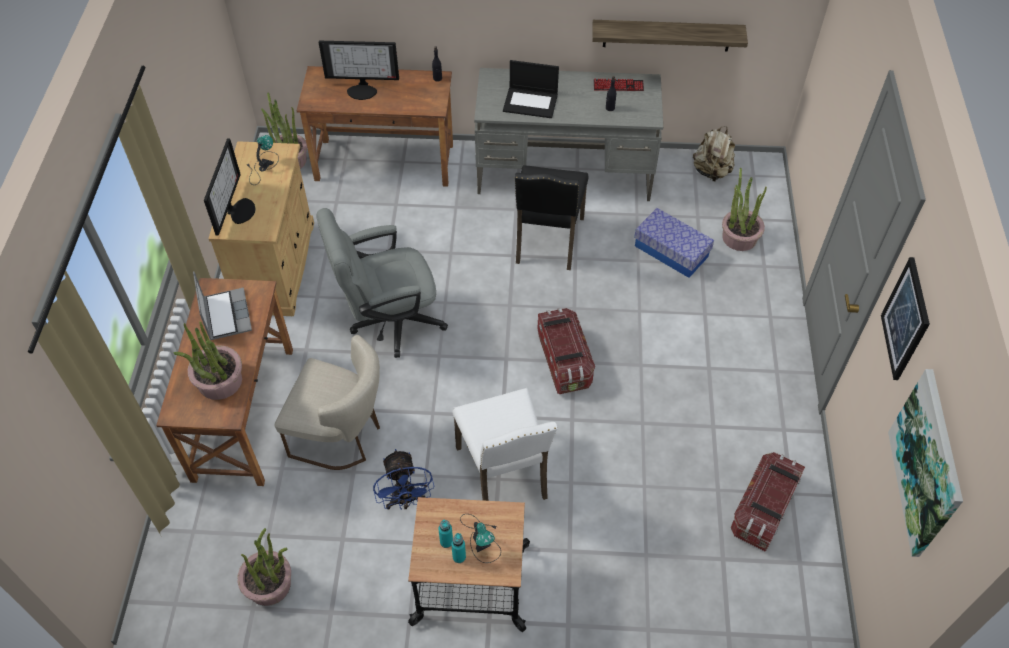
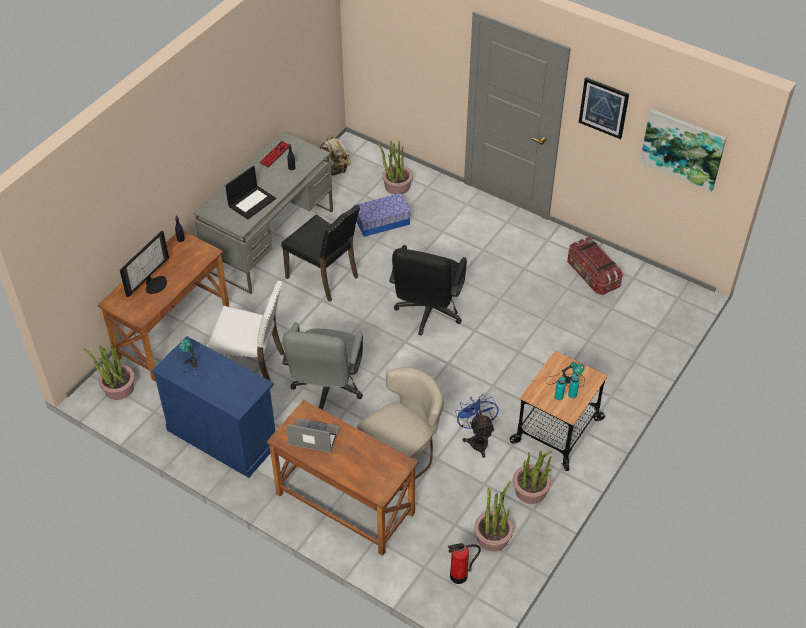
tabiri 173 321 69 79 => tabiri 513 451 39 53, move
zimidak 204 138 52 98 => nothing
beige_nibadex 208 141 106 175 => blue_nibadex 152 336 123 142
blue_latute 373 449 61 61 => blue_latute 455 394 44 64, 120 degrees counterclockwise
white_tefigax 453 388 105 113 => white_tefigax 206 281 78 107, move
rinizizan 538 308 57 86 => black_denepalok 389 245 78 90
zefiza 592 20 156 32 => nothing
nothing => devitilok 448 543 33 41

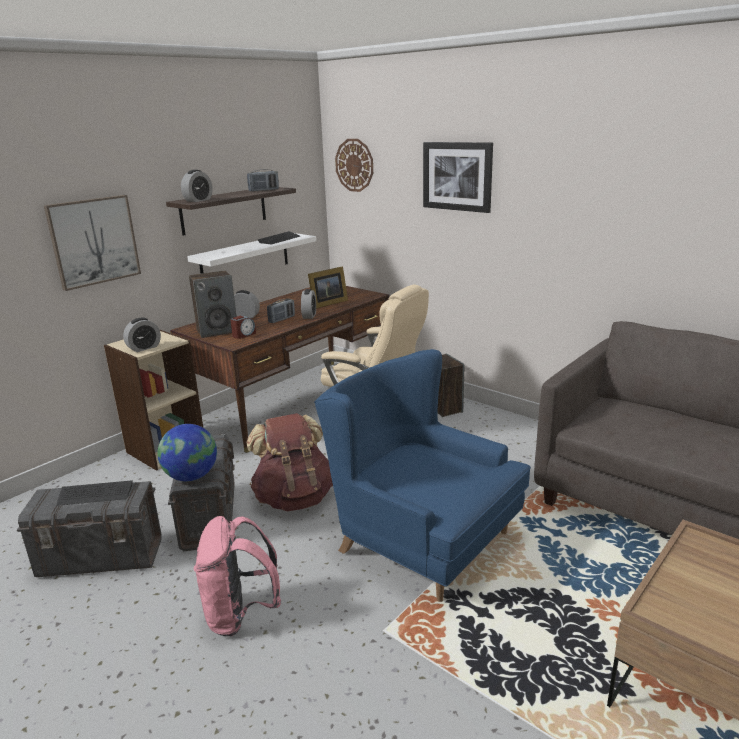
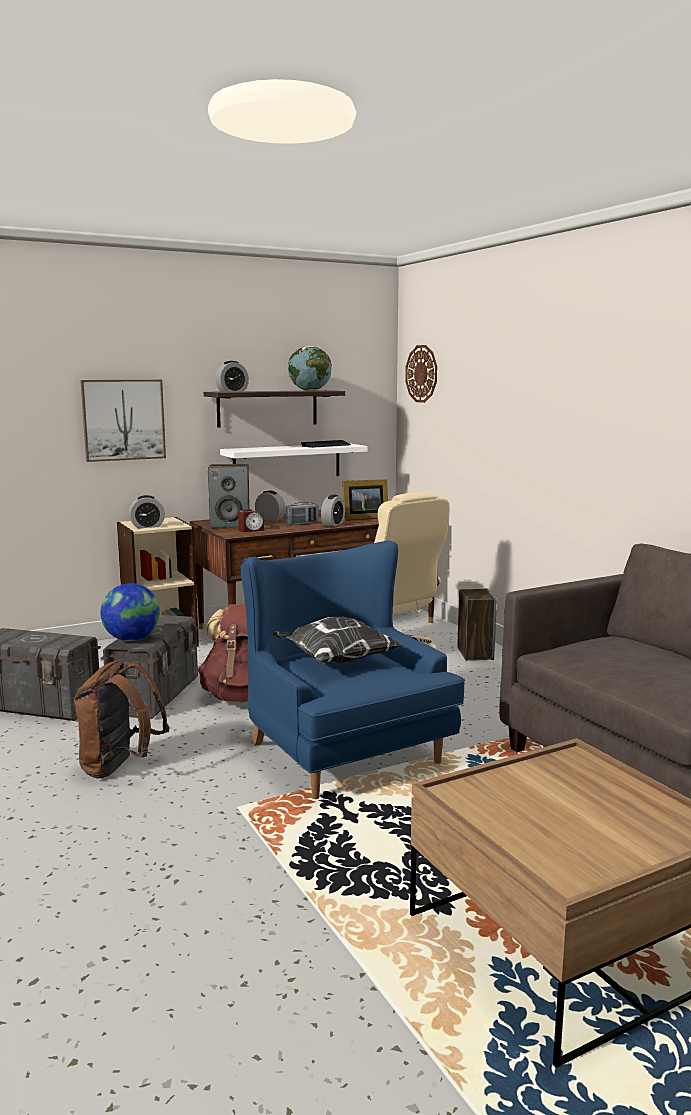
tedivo 57 480 76 25 => nothing
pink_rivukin 193 516 88 120 => brown_rivukin 74 660 96 118
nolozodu 247 169 32 23 => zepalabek 288 346 44 45
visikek 423 142 70 71 => nothing
nothing => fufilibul 272 617 130 47

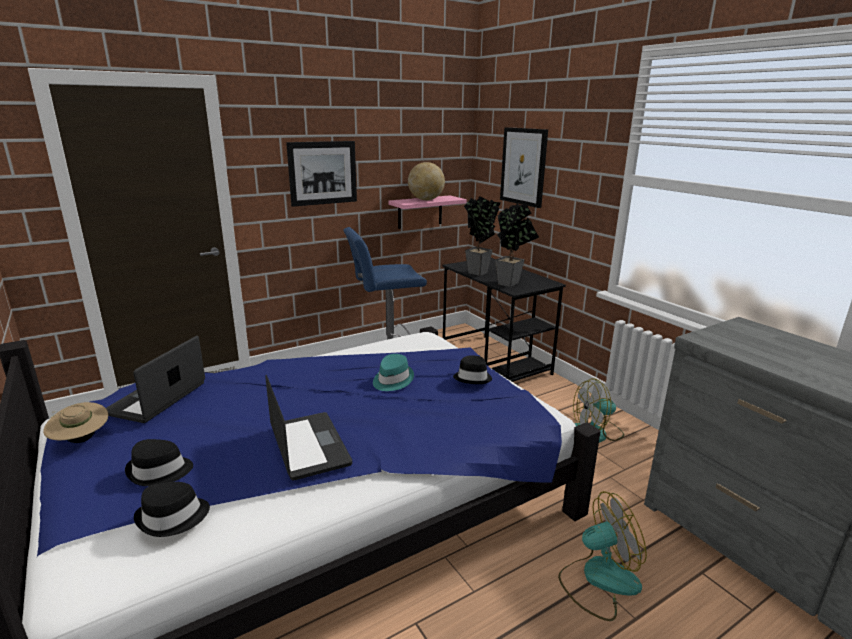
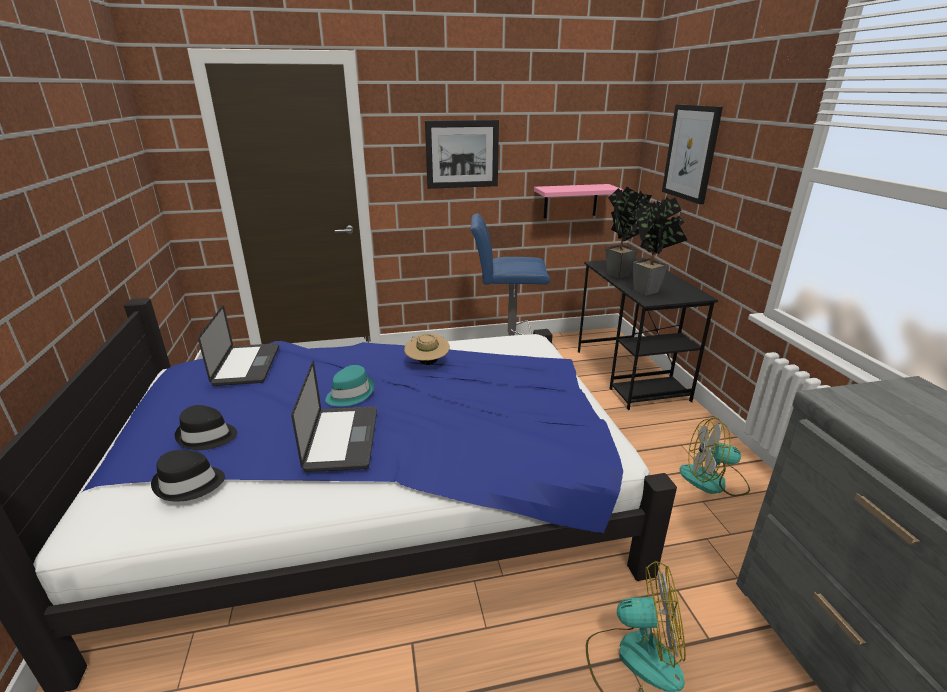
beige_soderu 43 402 65 41 => beige_soderu 404 334 46 31, move
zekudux 106 336 99 87 => zekudux 198 305 81 81, 135 degrees clockwise
turquoise_soderu 373 354 41 37 => turquoise_soderu 325 365 49 41, move
zepalabek 408 162 37 38 => nothing
black_soderu 453 355 39 29 => nothing

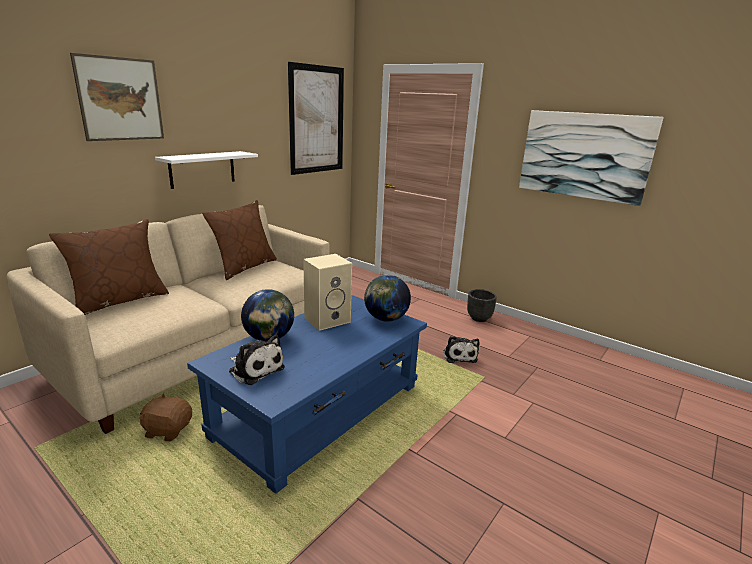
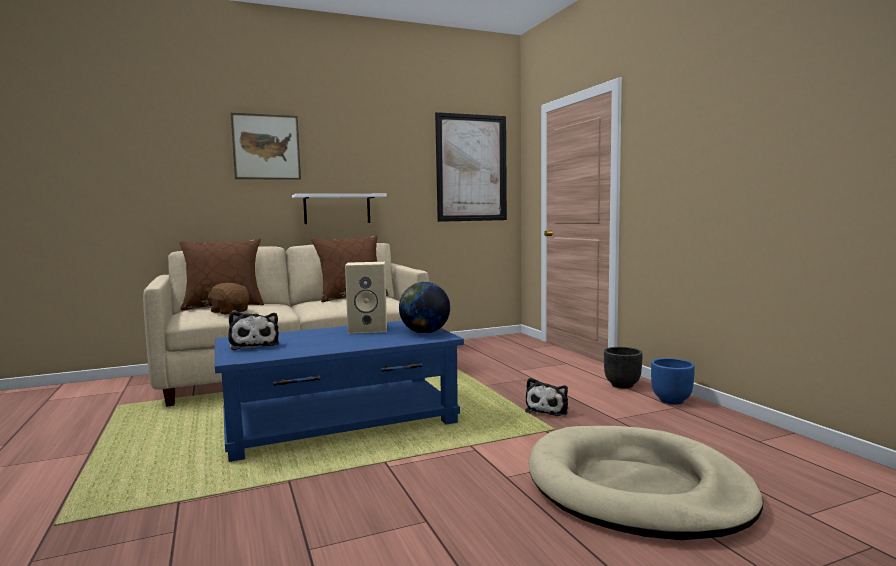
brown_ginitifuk 139 393 53 49 => brown_ginitifuk 206 283 43 31, move
zepalabek 241 289 53 53 => nothing
visikek 519 110 145 96 => nothing
nothing => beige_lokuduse 528 426 235 114
nothing => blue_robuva 651 358 44 46

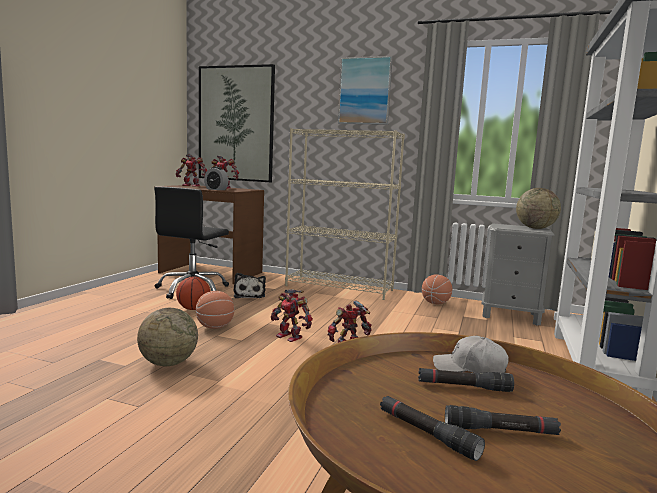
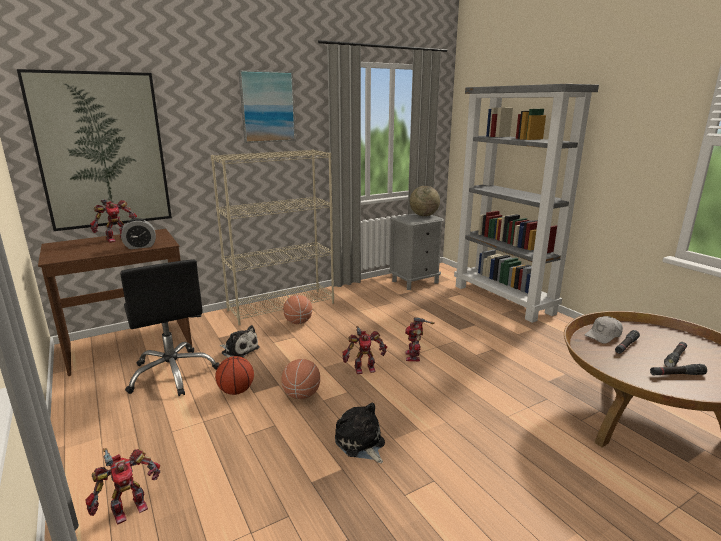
zepalabek 137 308 61 58 => ginitifuk 335 402 50 61
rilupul 176 154 32 32 => rilupul 85 448 75 77, move
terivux 422 274 30 30 => terivux 283 295 29 29, move

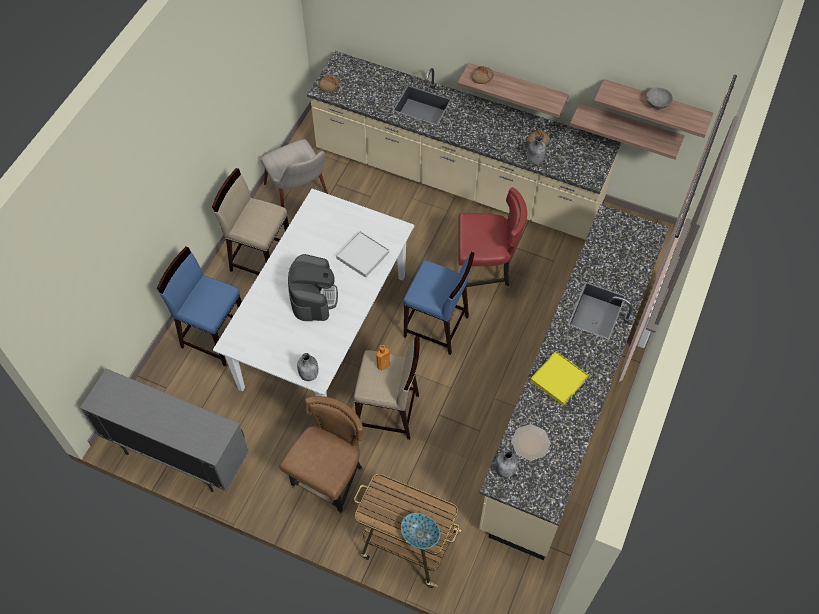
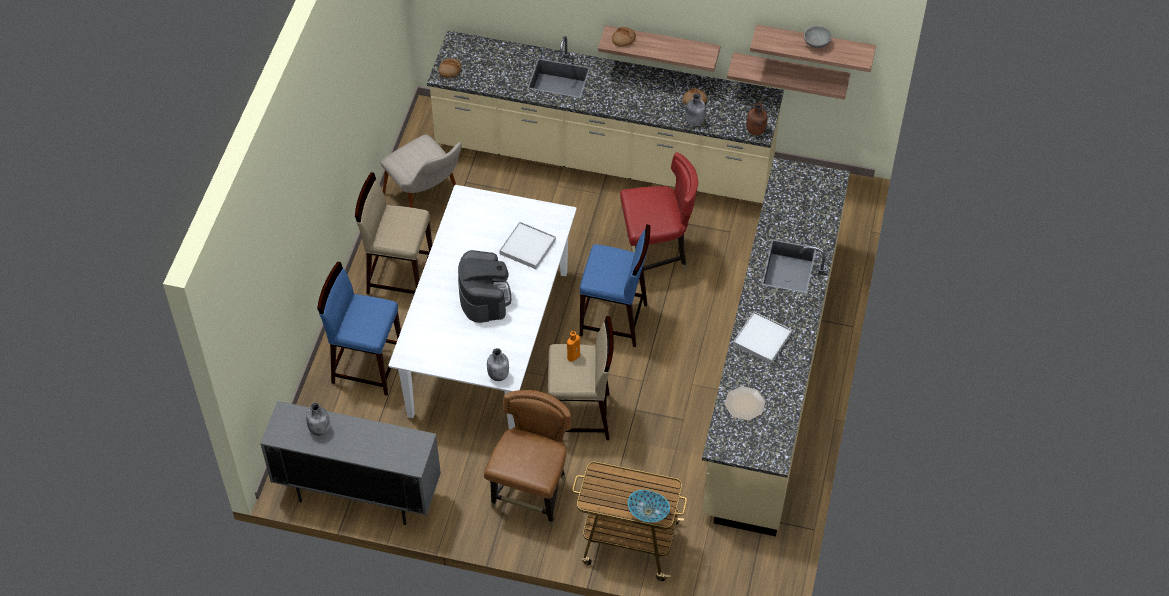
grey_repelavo 495 450 23 28 => grey_repelavo 306 403 24 33, move
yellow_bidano 530 351 59 55 => white_bidano 733 311 59 53
nothing => brown_repelavo 747 103 20 32

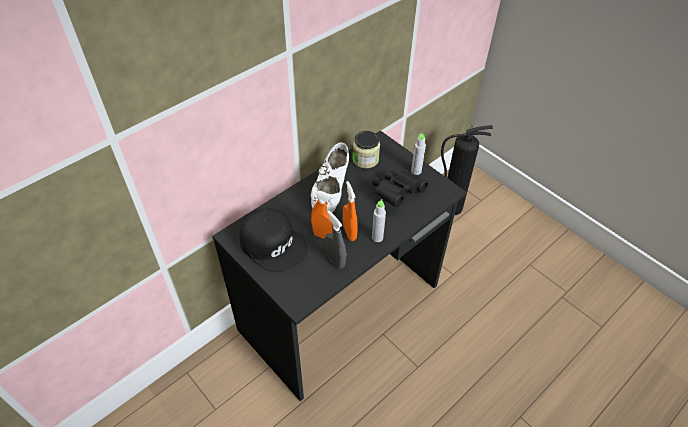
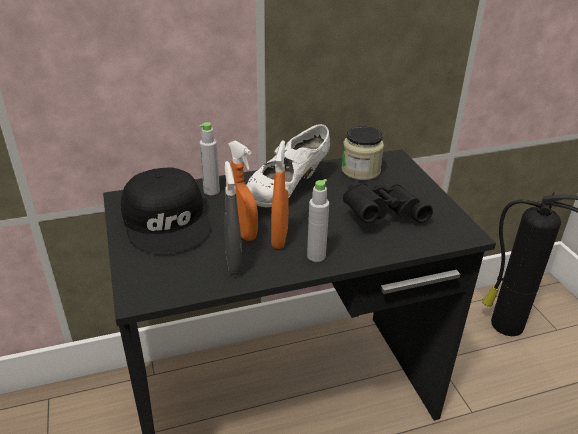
grey_repelavo 411 134 15 41 => grey_repelavo 199 122 21 73, move

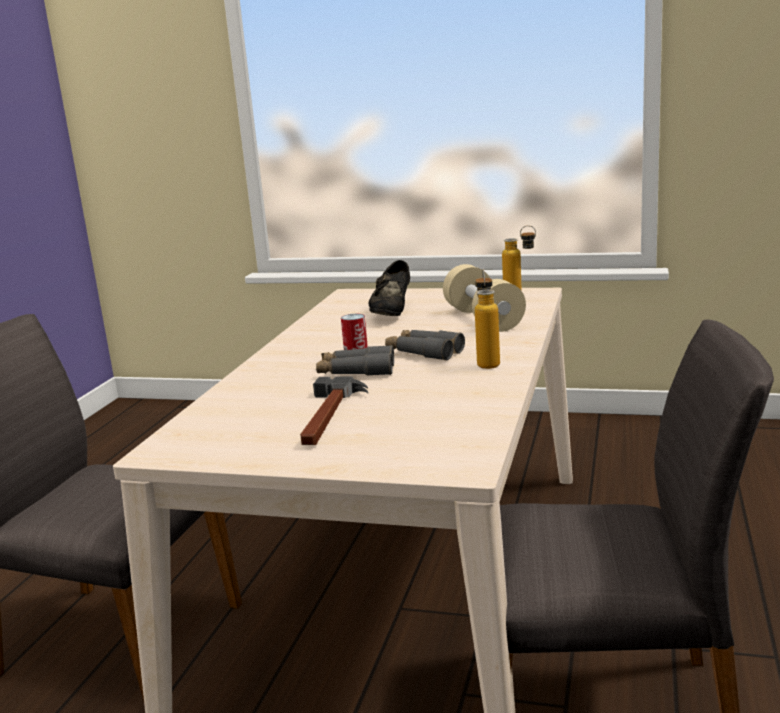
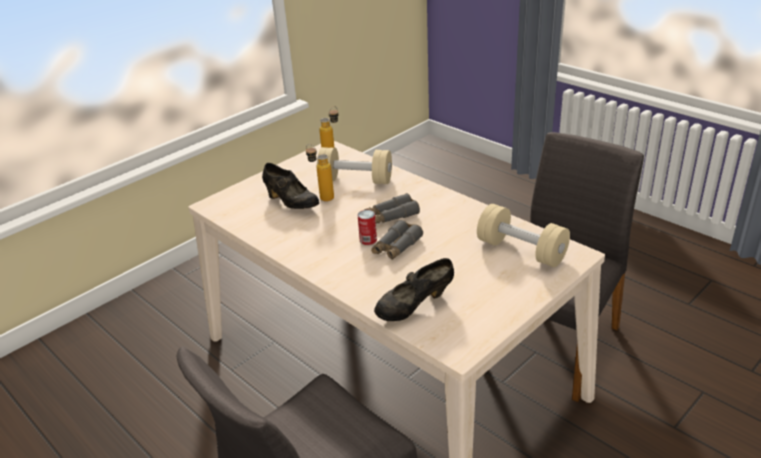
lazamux 300 377 68 68 => nothing
repelavo 475 269 25 100 => repelavo 306 144 28 58, move
nothing => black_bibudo 374 258 80 63
nothing => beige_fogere 477 204 93 63

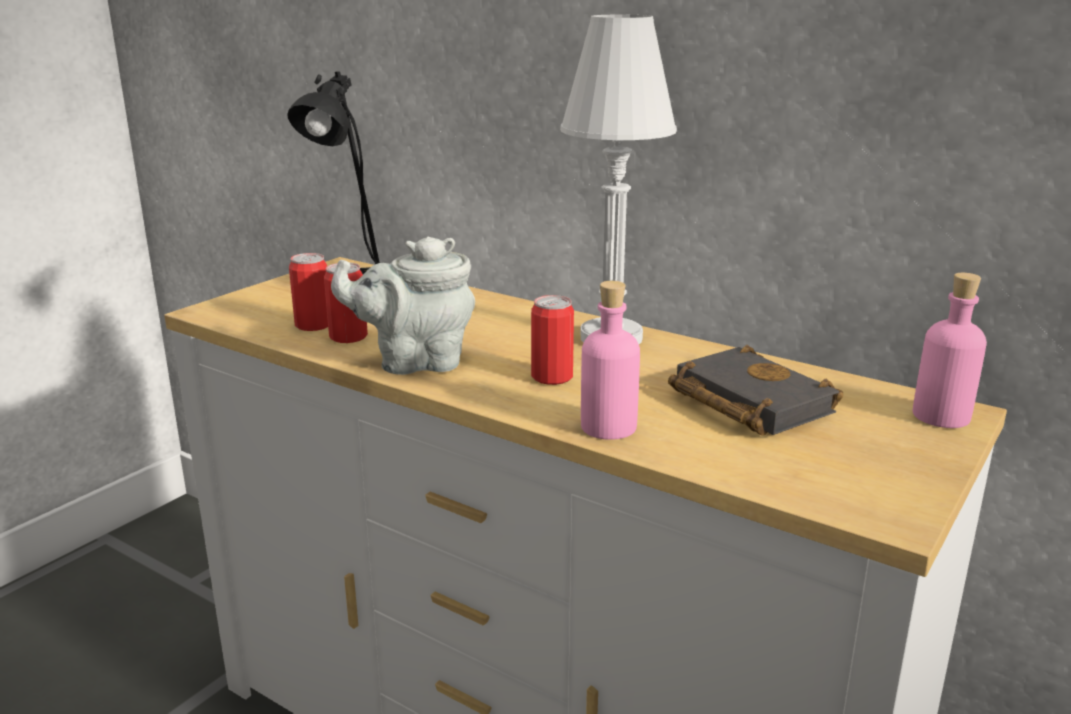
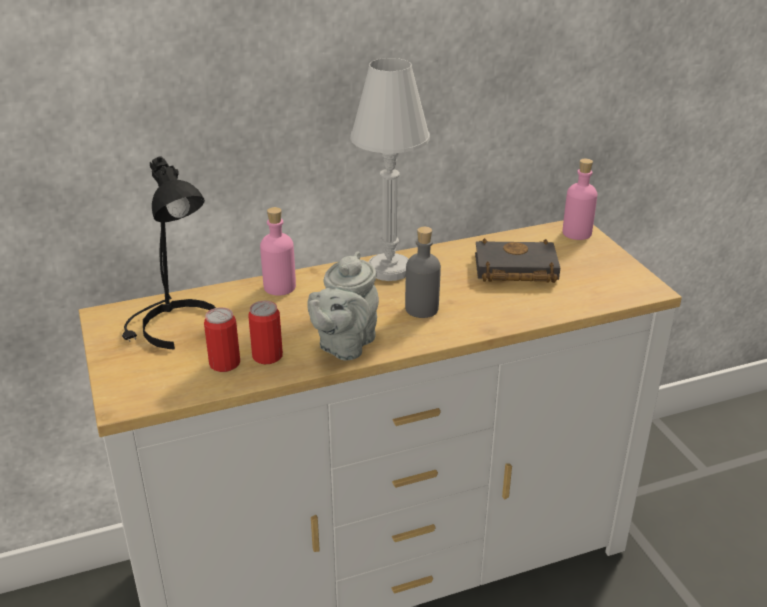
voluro 531 295 43 90 => grey_repelavo 405 227 36 91
pink_repelavo 581 281 59 159 => pink_repelavo 260 207 36 89, move

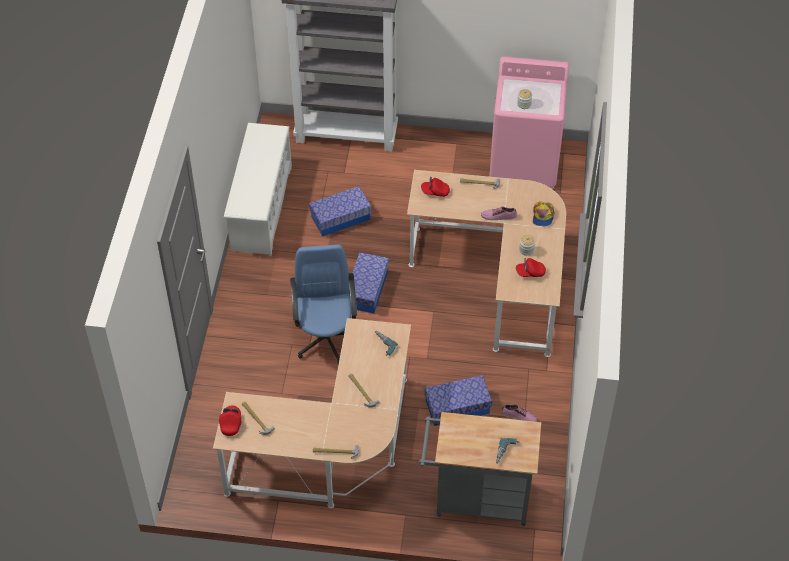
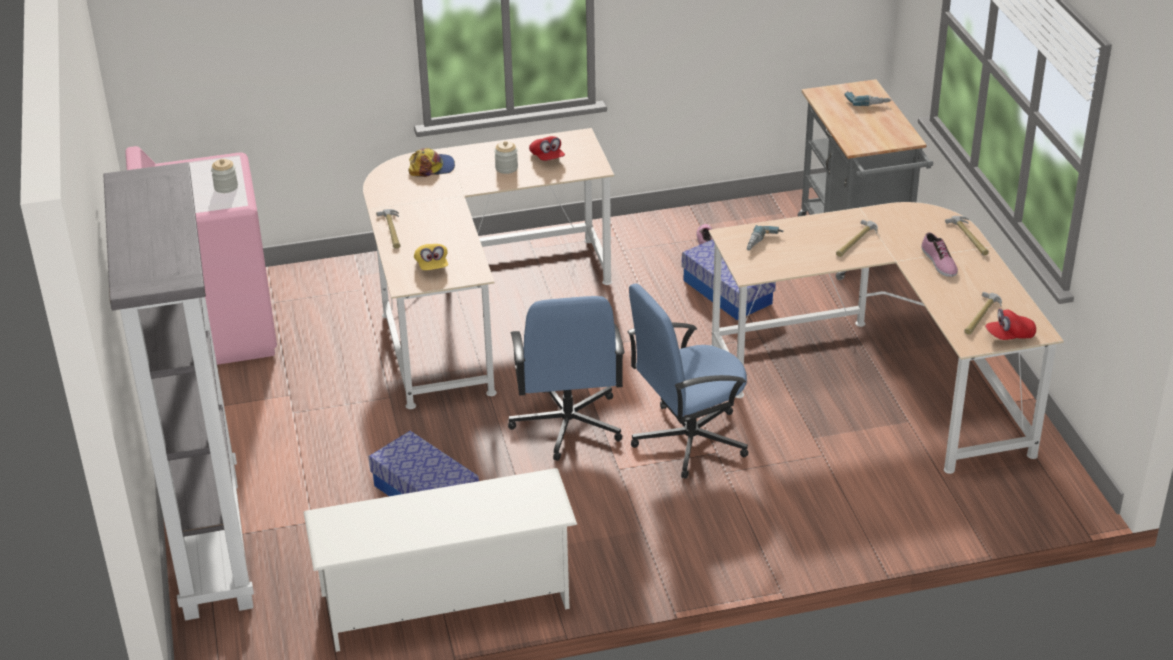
rinizizan 349 252 40 61 => blue_denepalok 508 296 117 165
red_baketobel 421 177 29 20 => yellow_baketobel 414 244 34 26
bibudo 481 207 36 13 => bibudo 921 232 37 45, move

